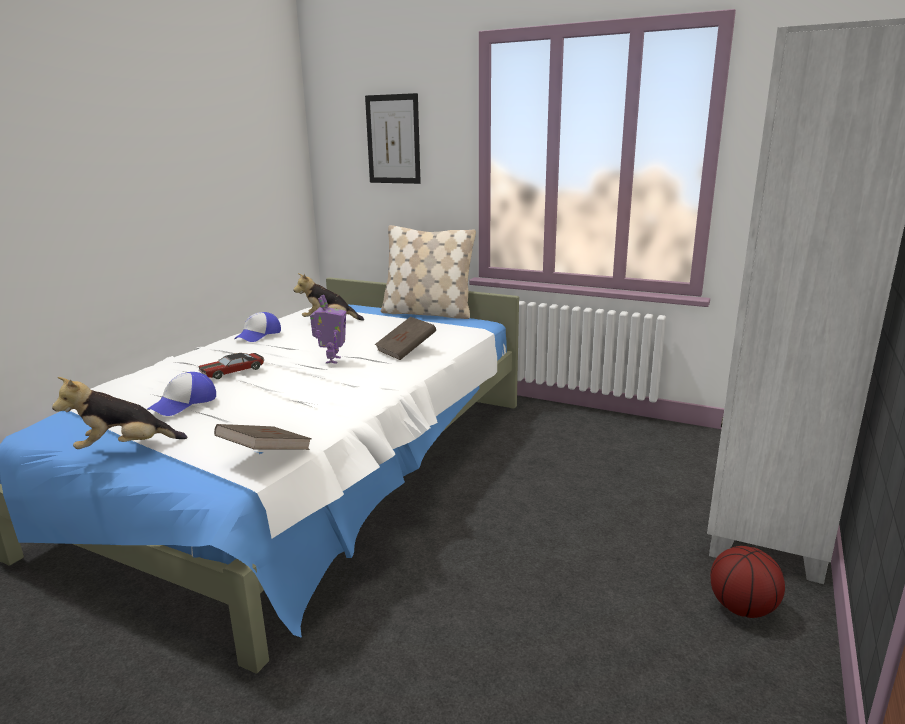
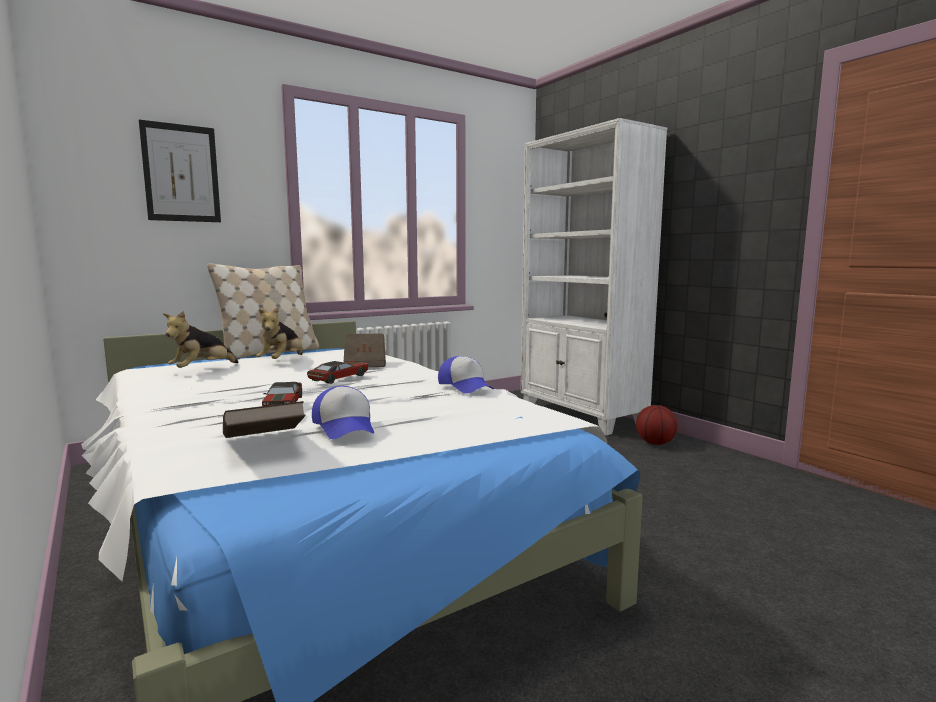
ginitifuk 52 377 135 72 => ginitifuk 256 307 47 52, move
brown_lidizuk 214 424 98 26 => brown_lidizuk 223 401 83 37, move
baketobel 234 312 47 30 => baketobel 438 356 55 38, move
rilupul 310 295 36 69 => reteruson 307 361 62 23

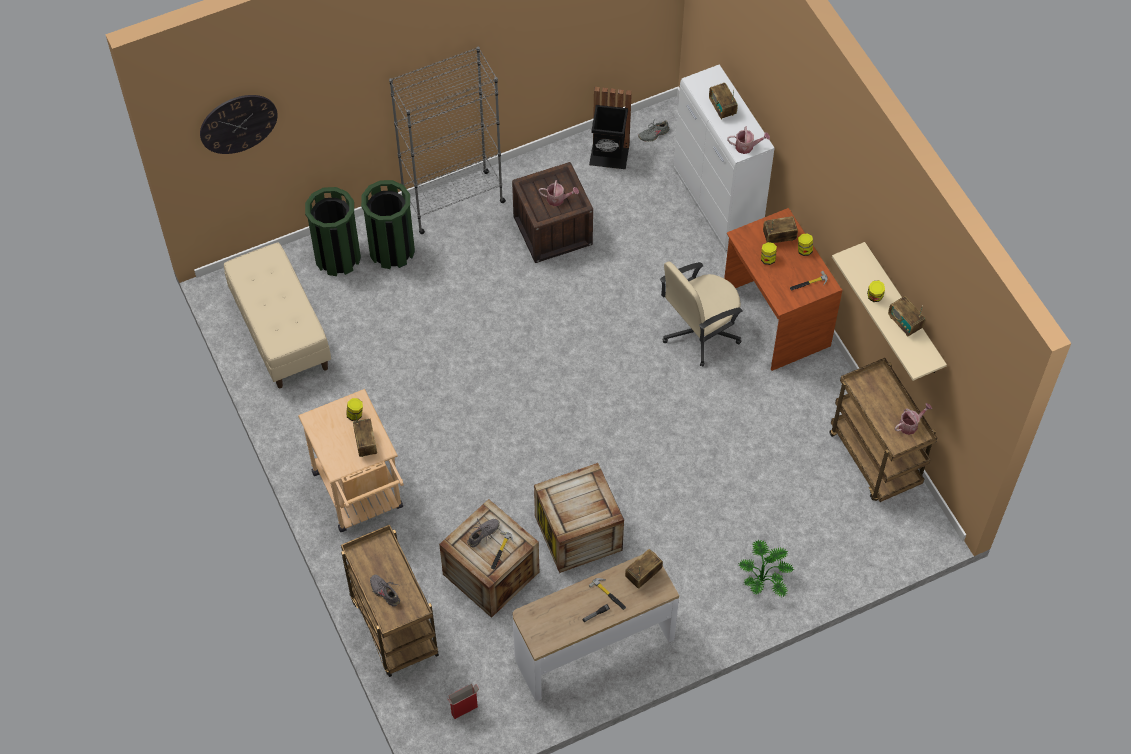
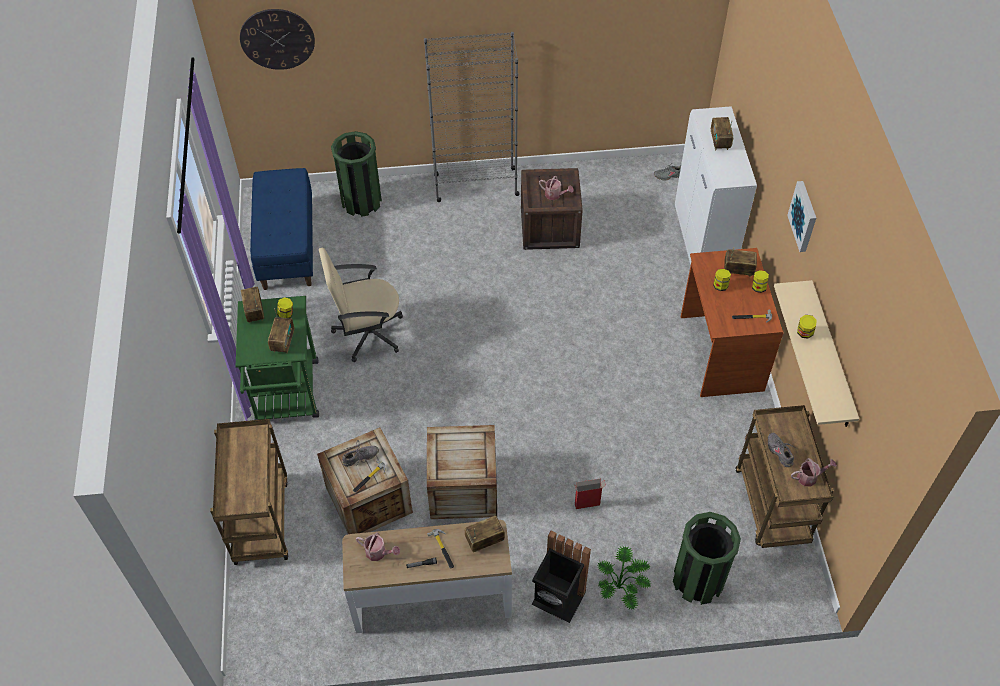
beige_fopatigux 224 242 107 146 => blue_fopatigux 250 168 63 122
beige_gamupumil 298 389 106 143 => green_gamupumil 236 296 83 124
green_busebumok 361 180 54 89 => green_busebumok 673 512 68 93, move
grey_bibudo 370 575 30 32 => grey_bibudo 768 433 29 34, move
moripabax 448 684 31 35 => moripabax 575 479 31 30, move
black_busebumok 589 87 43 82 => black_busebumok 531 531 60 92, move
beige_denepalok 660 261 83 106 => beige_denepalok 319 248 84 114, move
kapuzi 727 127 43 27 => kapuzi 356 532 44 29, move
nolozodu 888 296 37 41 => nolozodu 241 287 23 36, move
nothing => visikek 787 181 29 71

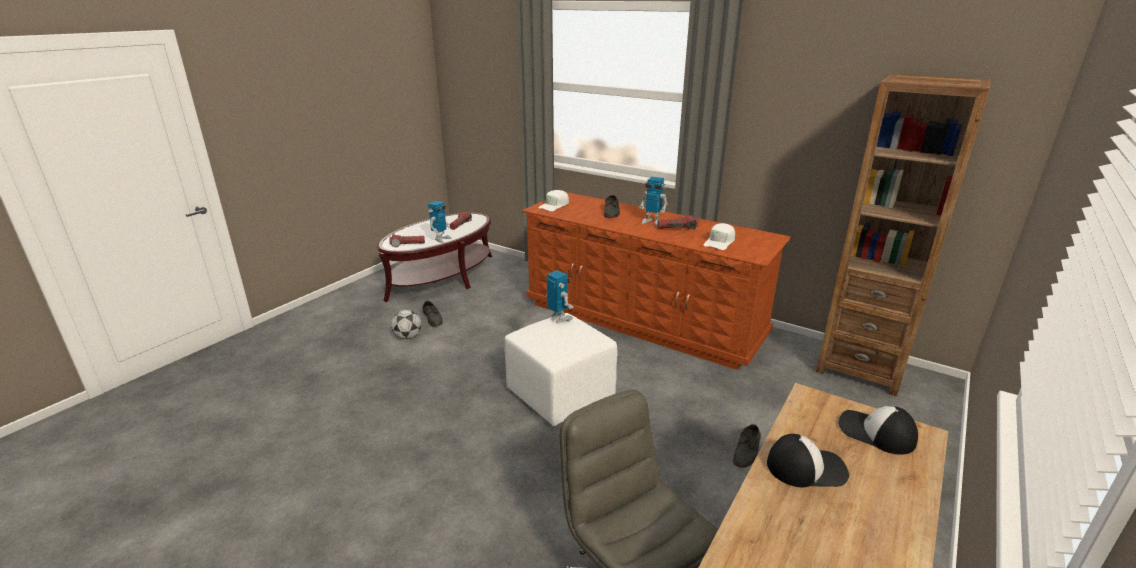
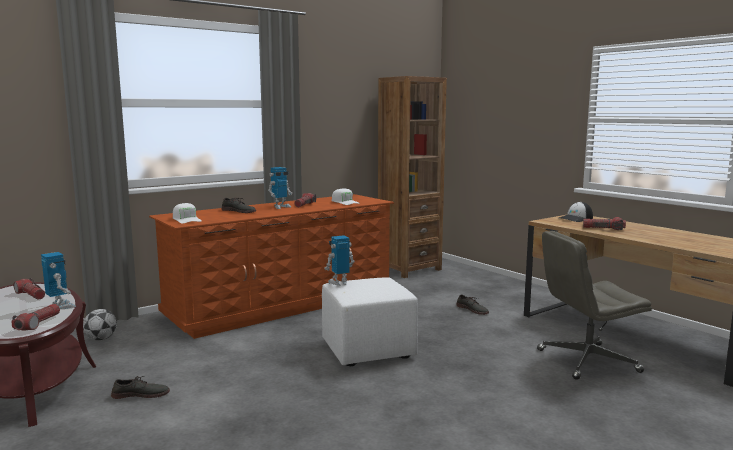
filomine 391 310 31 29 => filomine 83 309 34 31, move
baketobel 767 434 82 53 => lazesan 583 217 43 13

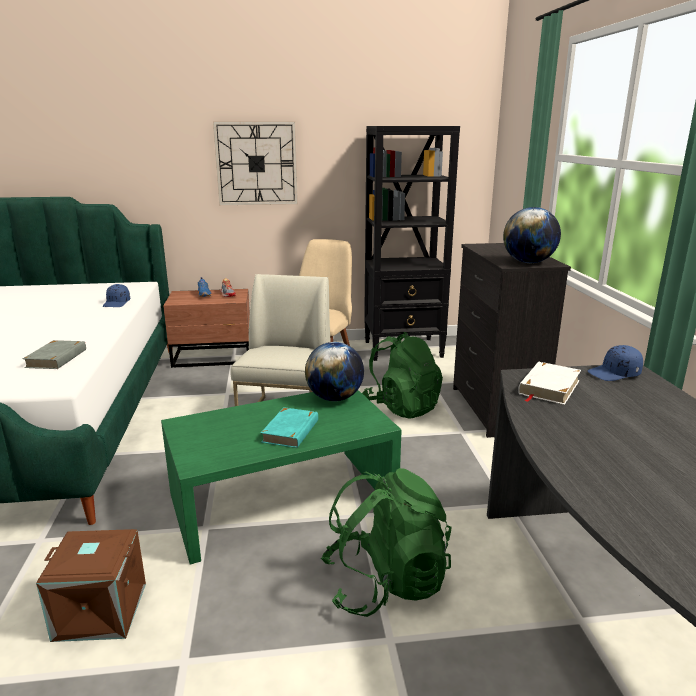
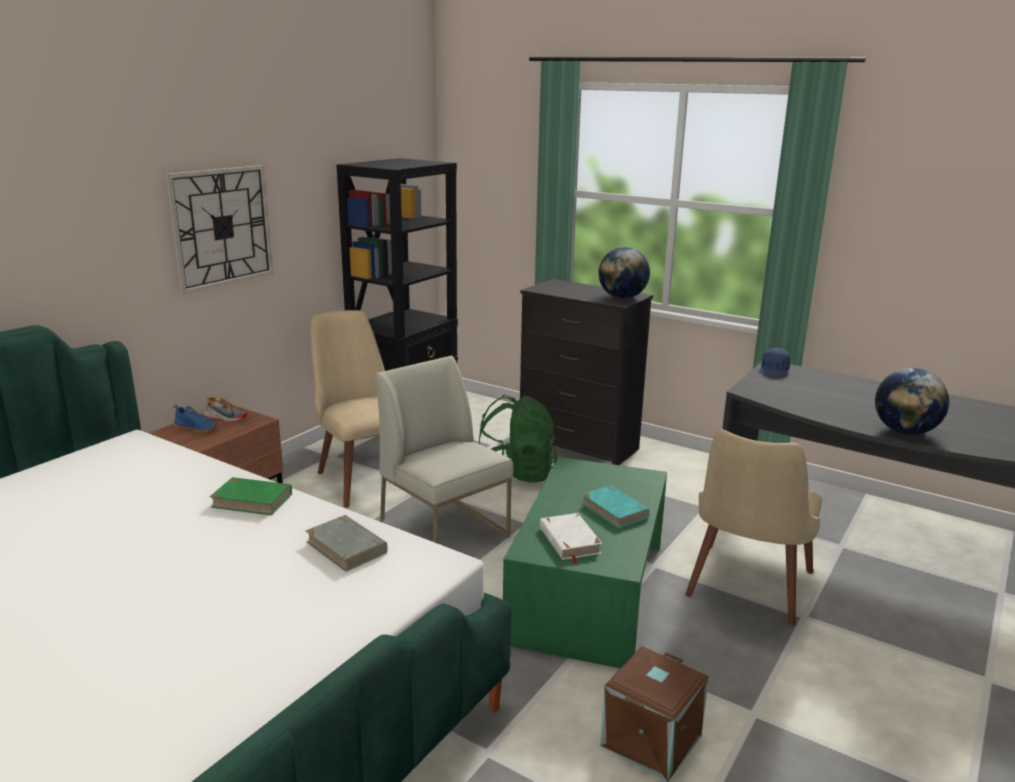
blue_baketobel 103 284 27 23 => nothing
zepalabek 305 342 59 59 => zepalabek 875 368 74 67, move
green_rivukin 321 468 130 149 => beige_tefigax 685 429 137 197
white_lidizuk 518 362 63 43 => white_lidizuk 540 513 62 52, move
nothing => green_lidizuk 210 477 82 38

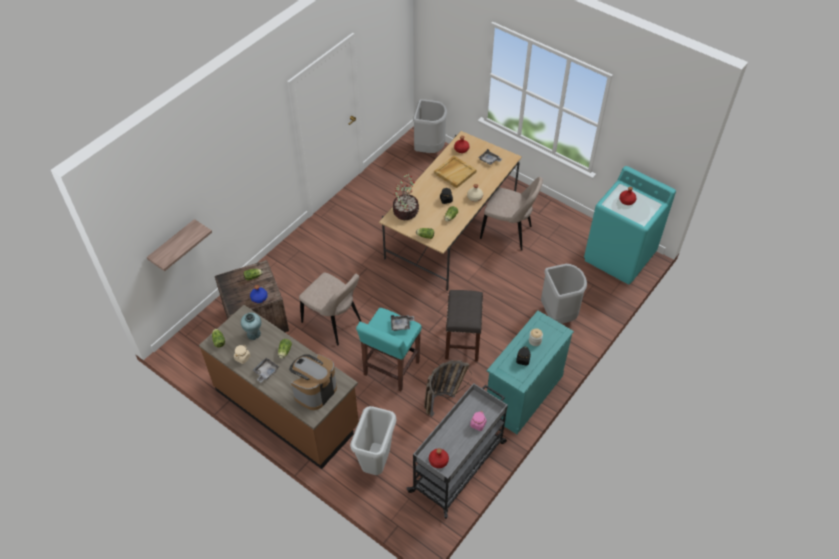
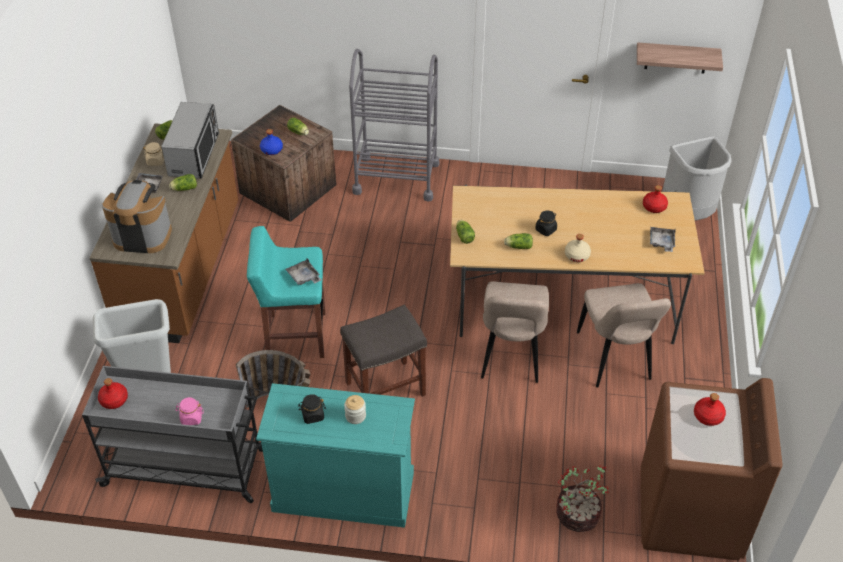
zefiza 147 219 65 52 => zefiza 637 42 86 32, move
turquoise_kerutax 241 313 20 27 => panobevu 161 102 58 77
beige_tefigax 299 273 62 73 => beige_tefigax 481 281 68 102, move
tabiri 393 173 26 47 => tabiri 556 465 53 67, move
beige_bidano 434 156 42 32 => nothing
grey_busebumok 541 264 46 60 => nothing
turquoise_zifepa 584 166 92 119 => brown_zifepa 641 378 141 182
nothing => grey_gamupumil 349 49 91 152

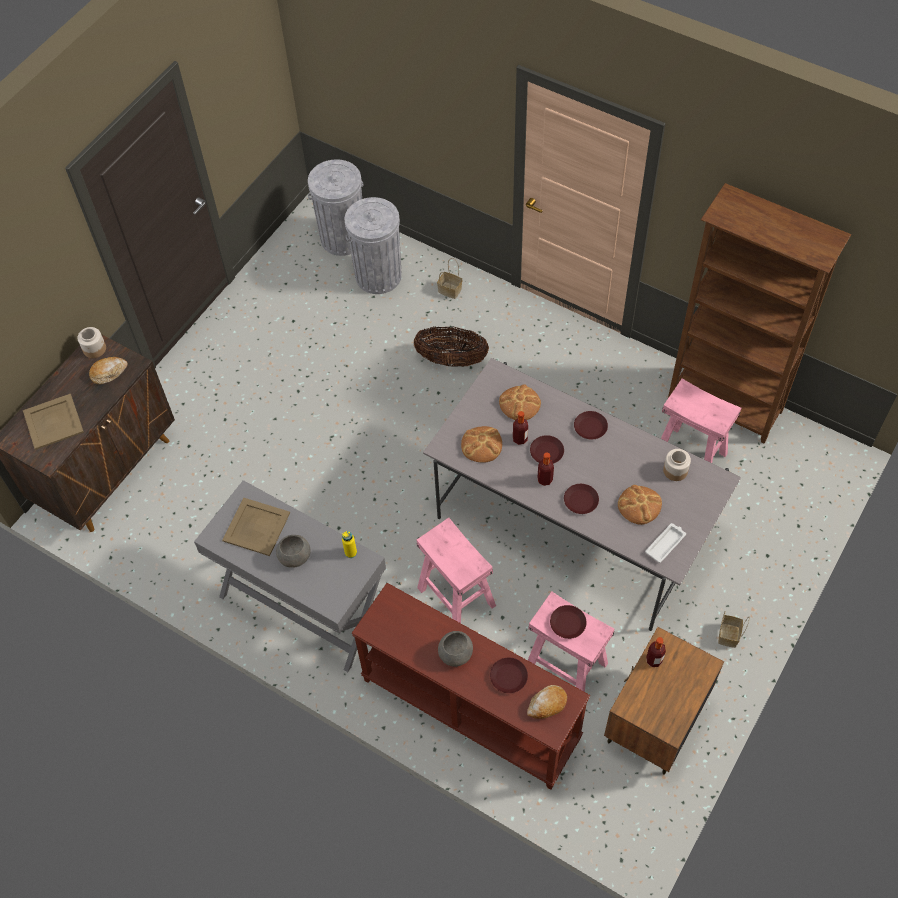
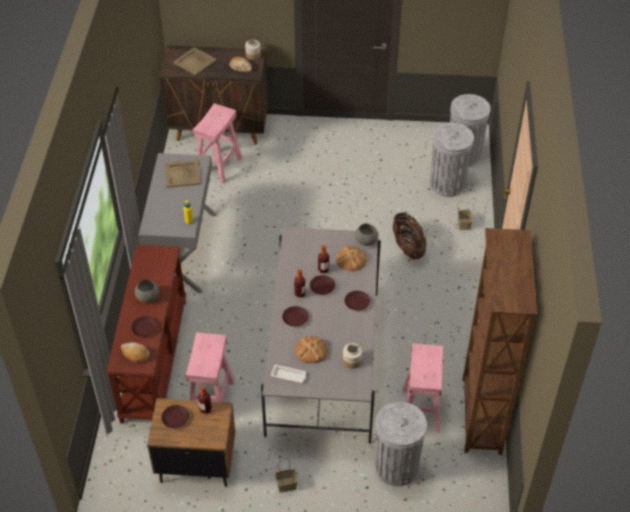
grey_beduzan 276 535 34 33 => grey_beduzan 355 223 23 23, move
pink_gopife 417 518 79 105 => pink_gopife 193 103 49 80, move
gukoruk 461 426 41 37 => nothing
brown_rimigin 550 605 36 34 => brown_rimigin 161 405 28 23, move
nothing => grey_busebumok 374 402 53 84

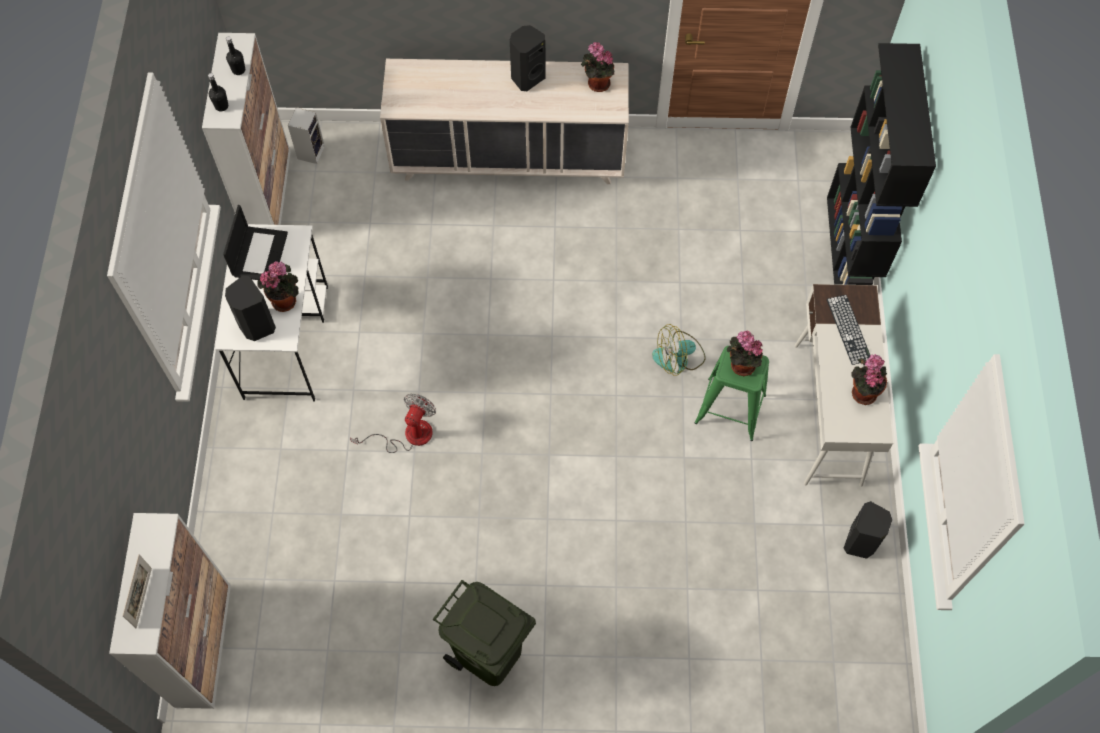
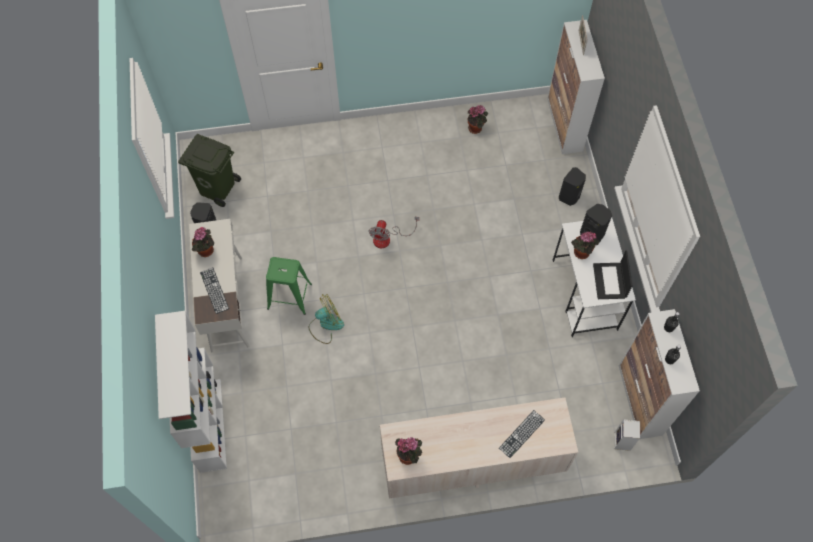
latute 350 394 86 59 => latute 369 217 50 31, move
green_busebumok 433 580 103 106 => green_busebumok 178 134 63 73, move
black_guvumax 510 25 36 66 => black_guvumax 559 167 27 39, move
tabiri 727 330 36 46 => tabiri 468 105 20 29, move
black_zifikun 827 43 109 242 => white_zifikun 155 311 72 162
nothing => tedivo 499 410 46 48

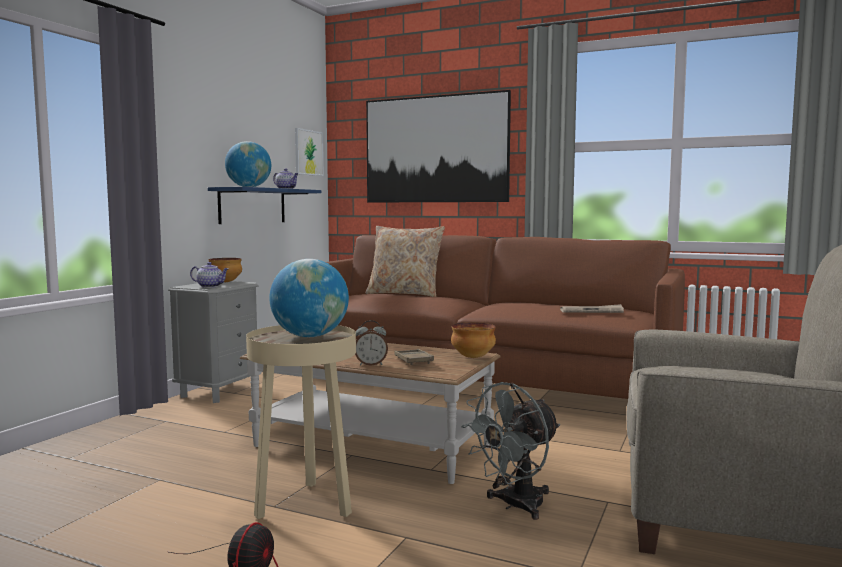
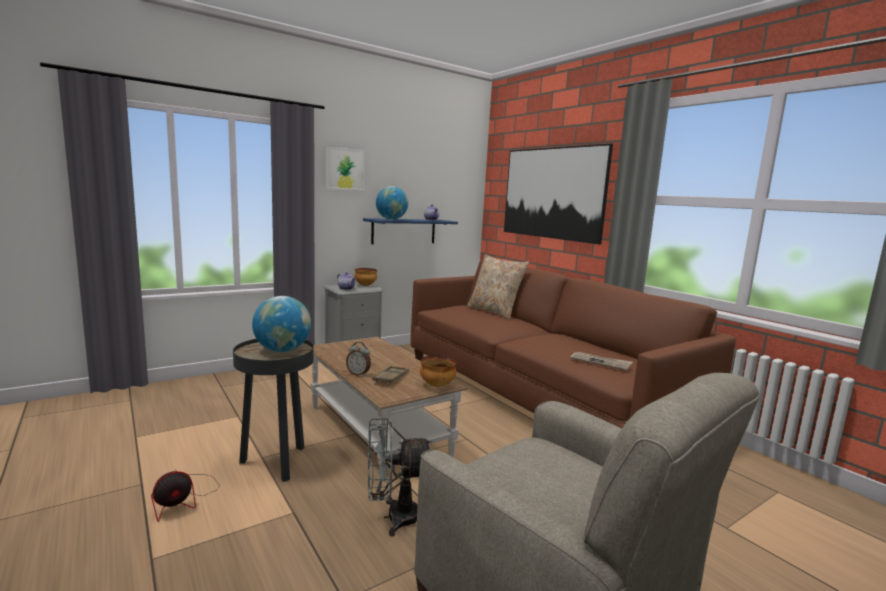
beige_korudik 246 325 110 194 => black_korudik 233 339 81 143
visikek 295 128 29 48 => visikek 326 147 39 43, move

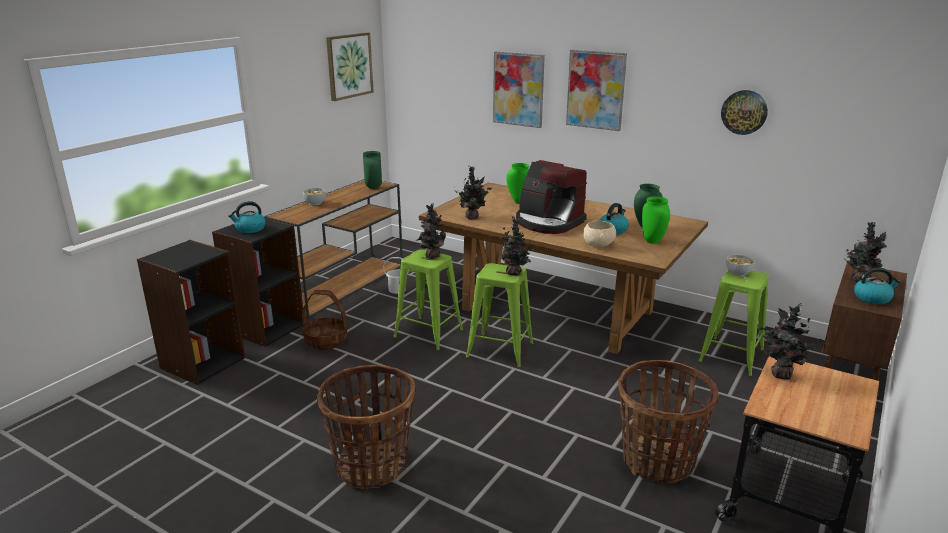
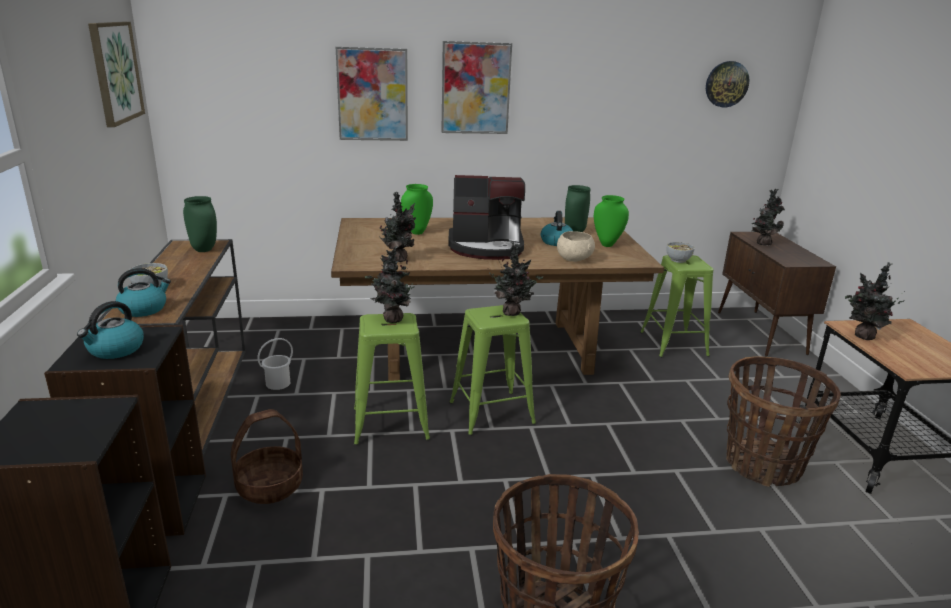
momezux 721 90 47 45 => momezux 706 61 44 46, move
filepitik 854 267 47 37 => filepitik 116 268 55 49, move

